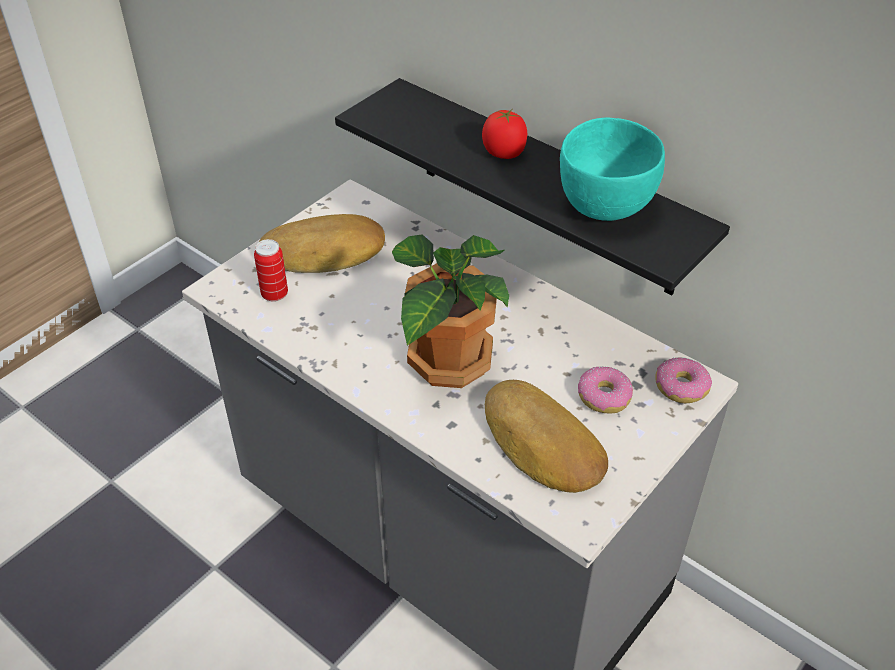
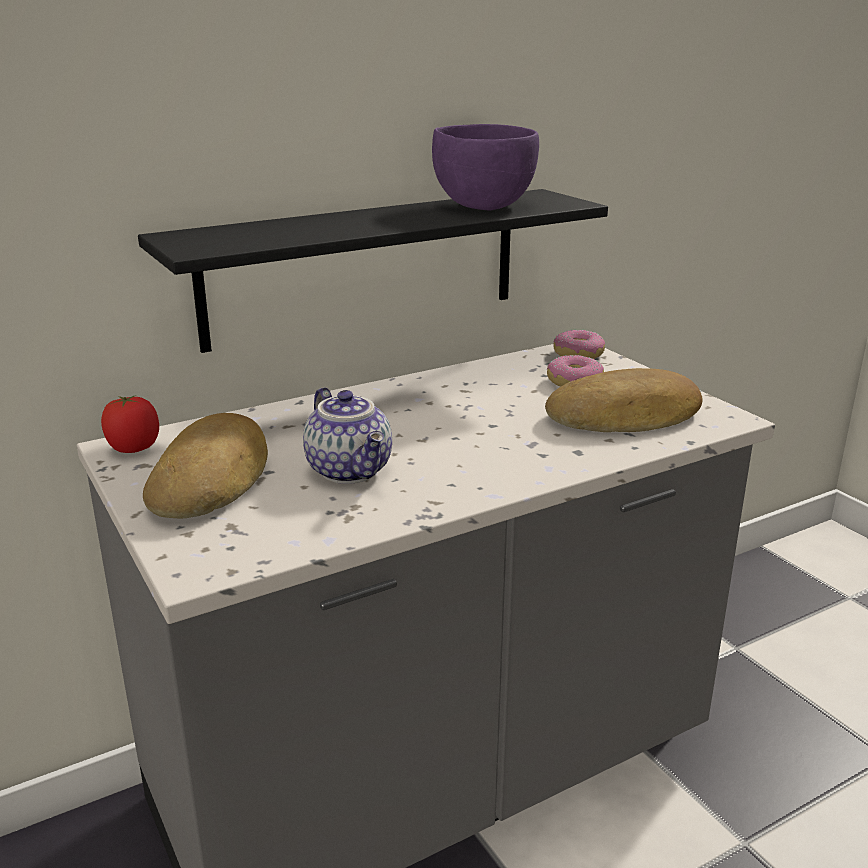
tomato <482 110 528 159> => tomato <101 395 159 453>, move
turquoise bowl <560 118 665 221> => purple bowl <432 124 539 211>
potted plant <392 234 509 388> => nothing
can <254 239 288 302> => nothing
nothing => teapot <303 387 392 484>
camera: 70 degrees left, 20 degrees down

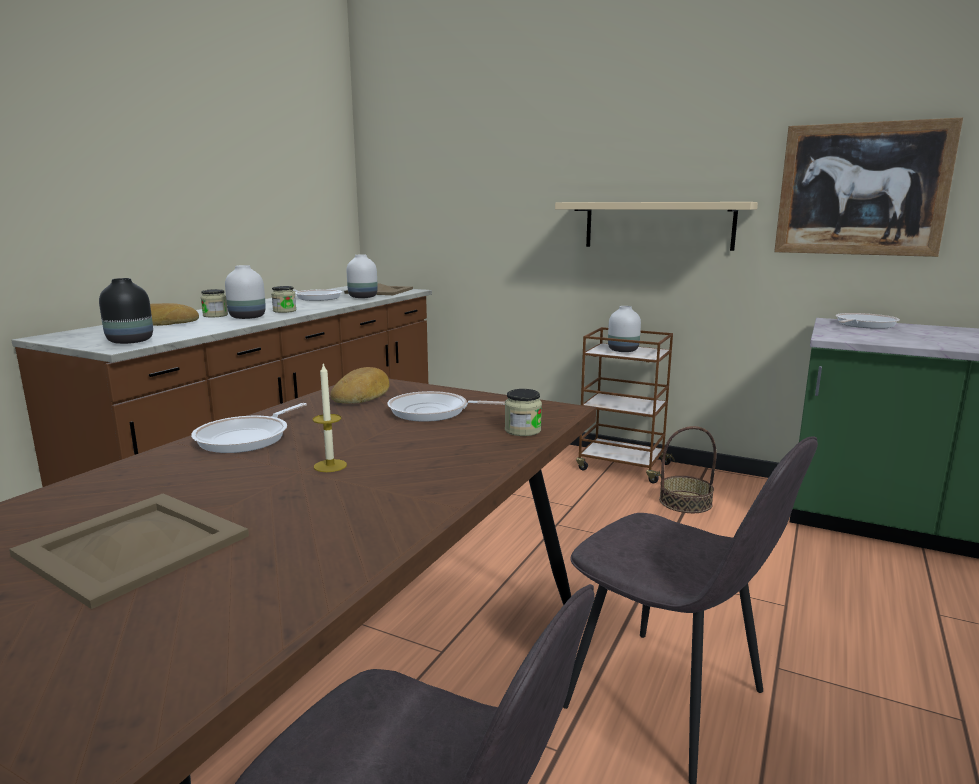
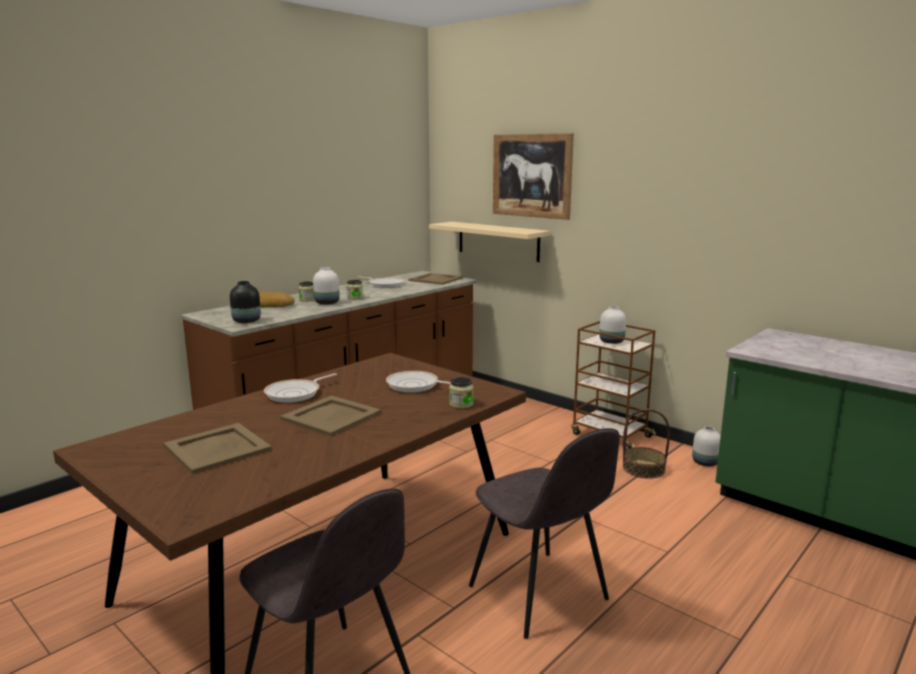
picture <774 117 963 257> => picture <493 133 574 220>, move
beige shelf <555 202 758 251> => beige shelf <429 222 550 262>, move
white vase <347 254 378 298> => white vase <692 426 721 467>, move
frying pan <835 313 900 329> => nothing
candle <313 362 347 472> => beige tray <280 396 381 436>
bread <330 367 390 404> => nothing
camera: 15 degrees right, 0 degrees up

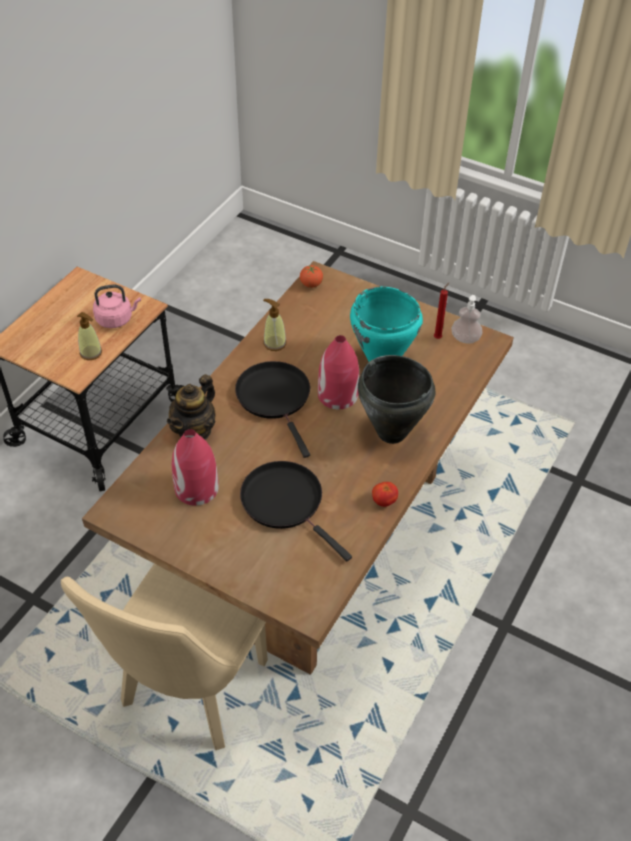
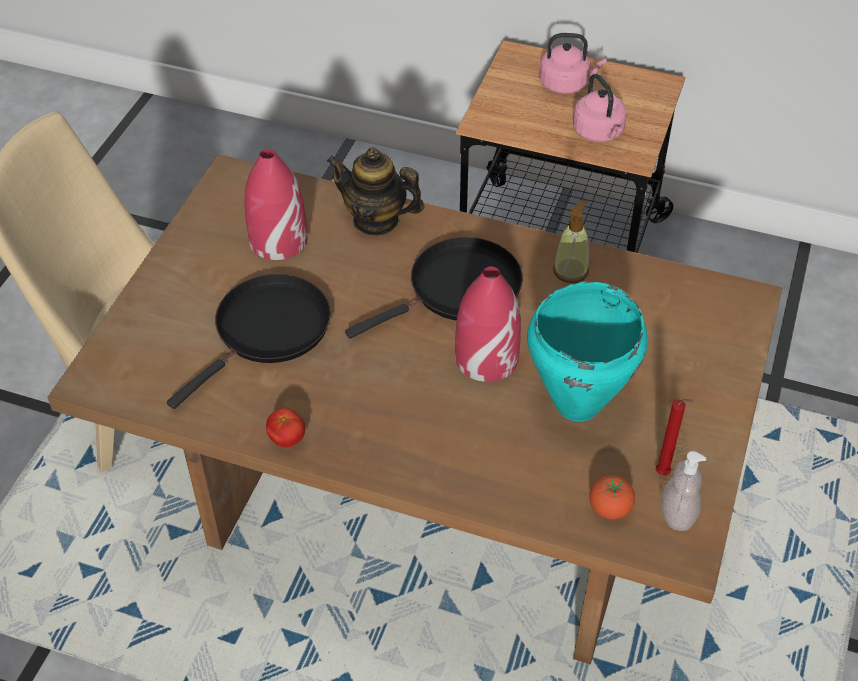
tomato <300 265 323 288> => tomato <589 475 635 520>, move
soap dispenser <77 312 102 360> => nothing
black cooking pot <358 355 435 444> => nothing
nothing => pink kettle <539 33 607 94>
camera: 80 degrees right, 0 degrees up

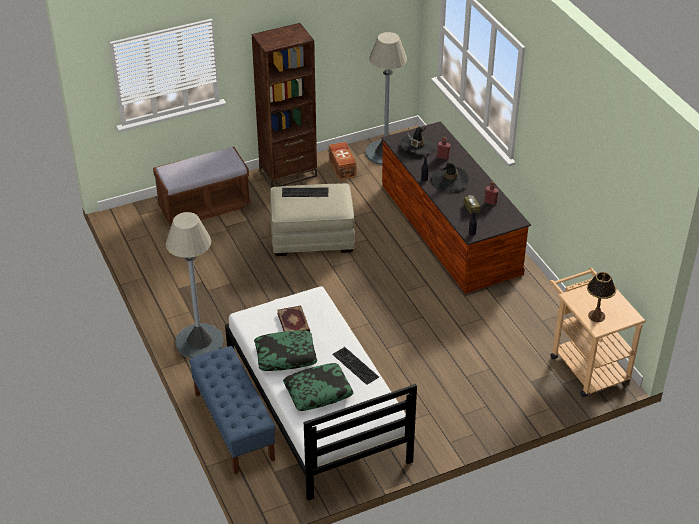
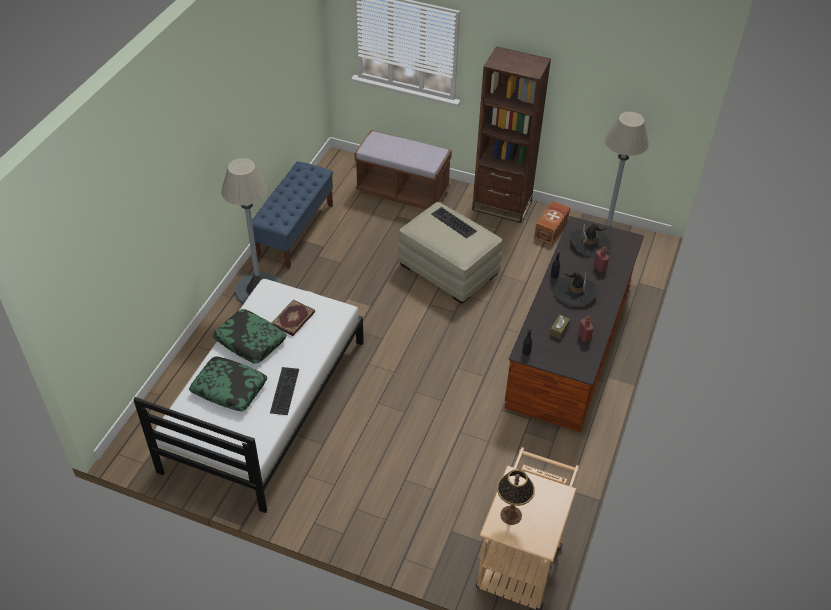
blue bench <189 346 276 474> => blue bench <252 161 333 268>, move
camera: 45 degrees right, 5 degrees up

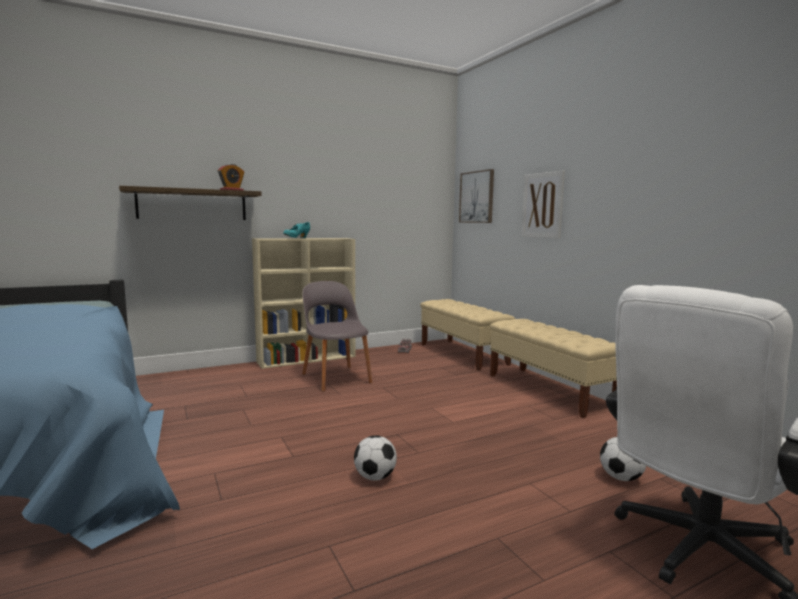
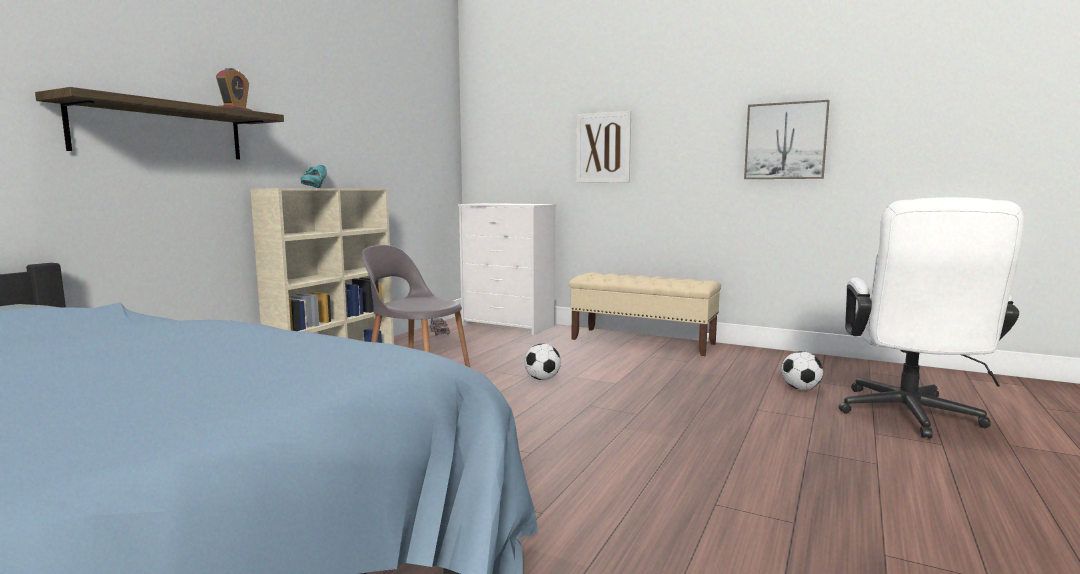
picture <459 169 494 223> => picture <744 100 830 179>, move
beige bench <420 299 516 371> => white dresser <458 203 556 335>
football <354 435 397 481> => football <524 343 561 380>, move
camera: 35 degrees left, 0 degrees up

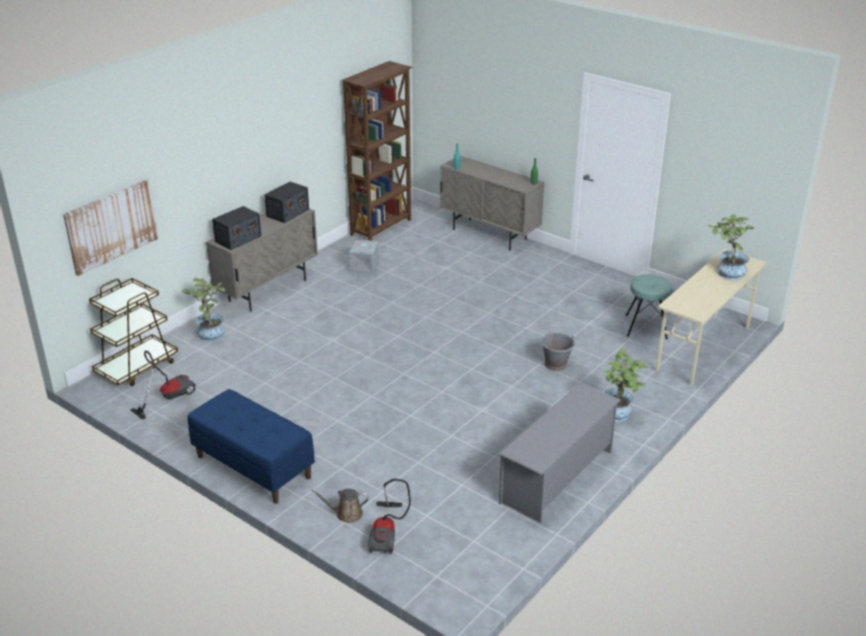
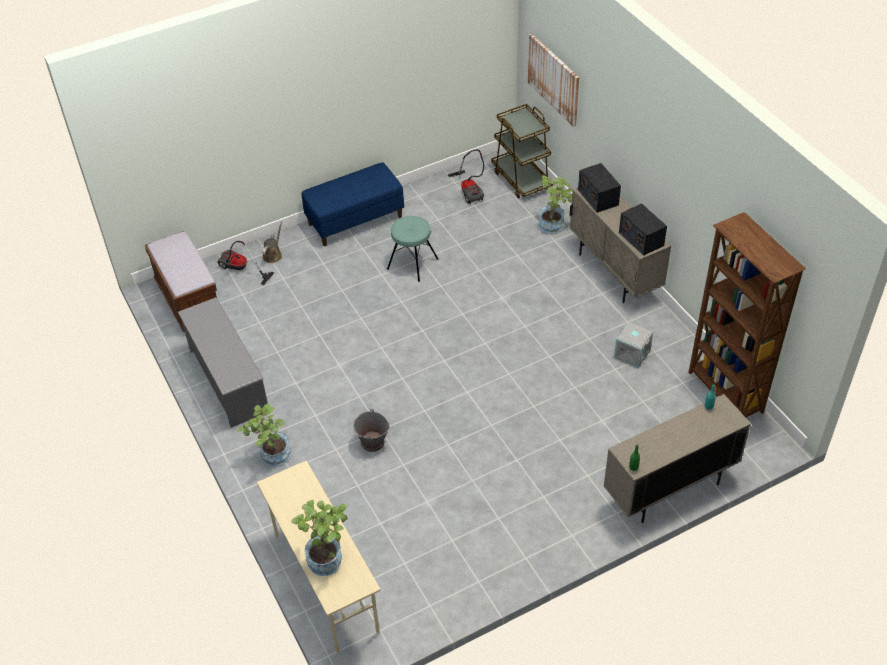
turquoise stool <625 274 672 339> => turquoise stool <387 216 438 282>, move
nothing => brown bench <145 231 217 332>
camera: 115 degrees right, 15 degrees up

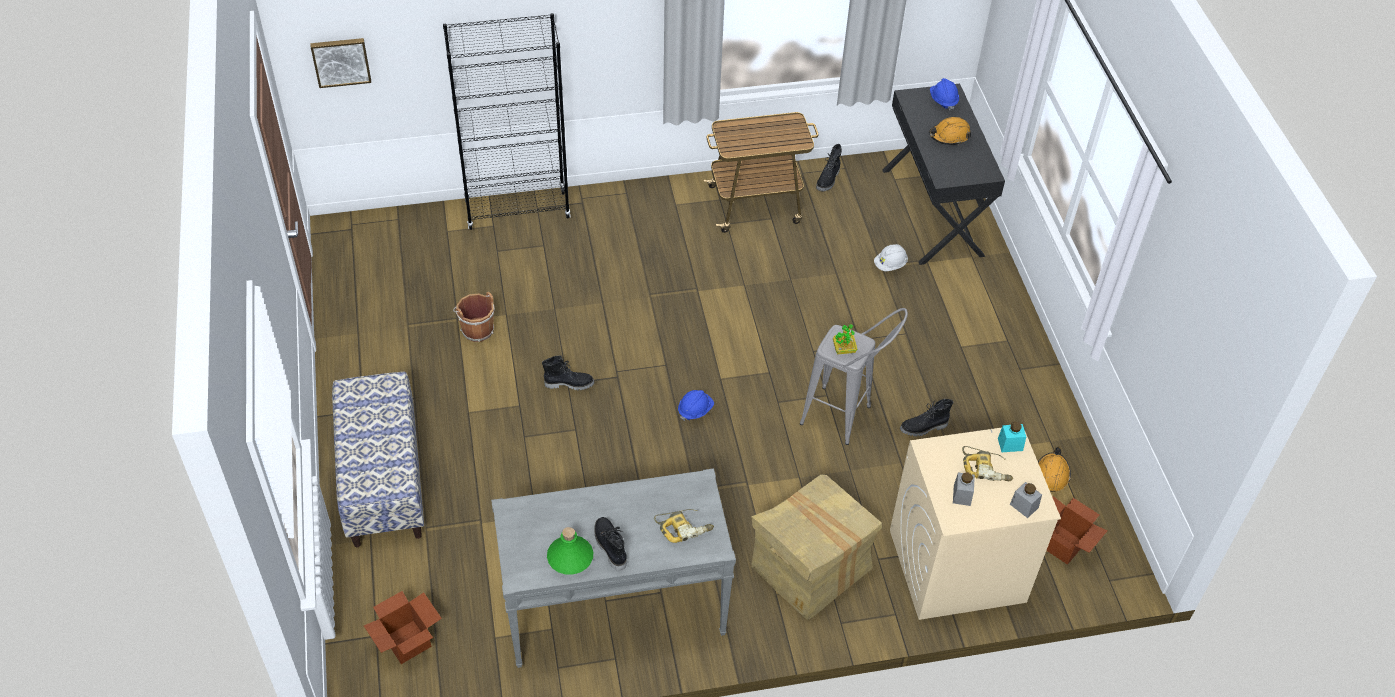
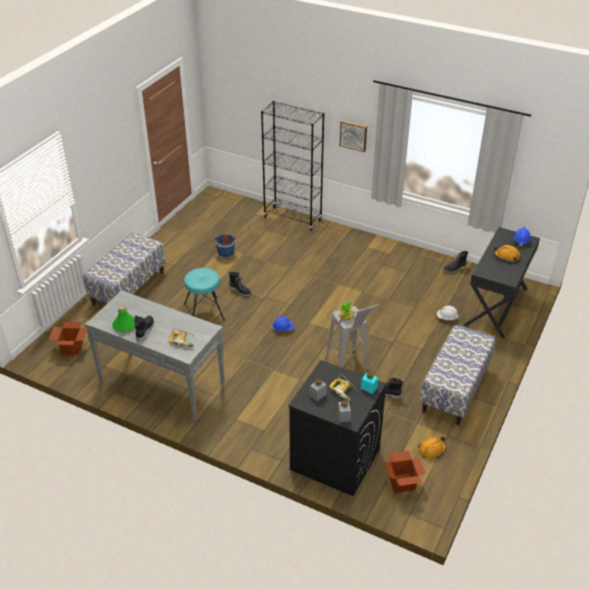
picture <310 38 371 88> => picture <340 120 367 152>, move
cart <704 112 819 233> => nothing
brown bucket <453 292 494 342> => blue bucket <214 234 236 259>
beige washing machine <890 427 1061 620> => black washing machine <288 360 386 496>
cardboard box <751 474 882 620> => nothing
nothing => turquoise stool <184 268 225 321>
nothing => bench <420 324 496 425>
camera: 40 degrees right, 10 degrees down

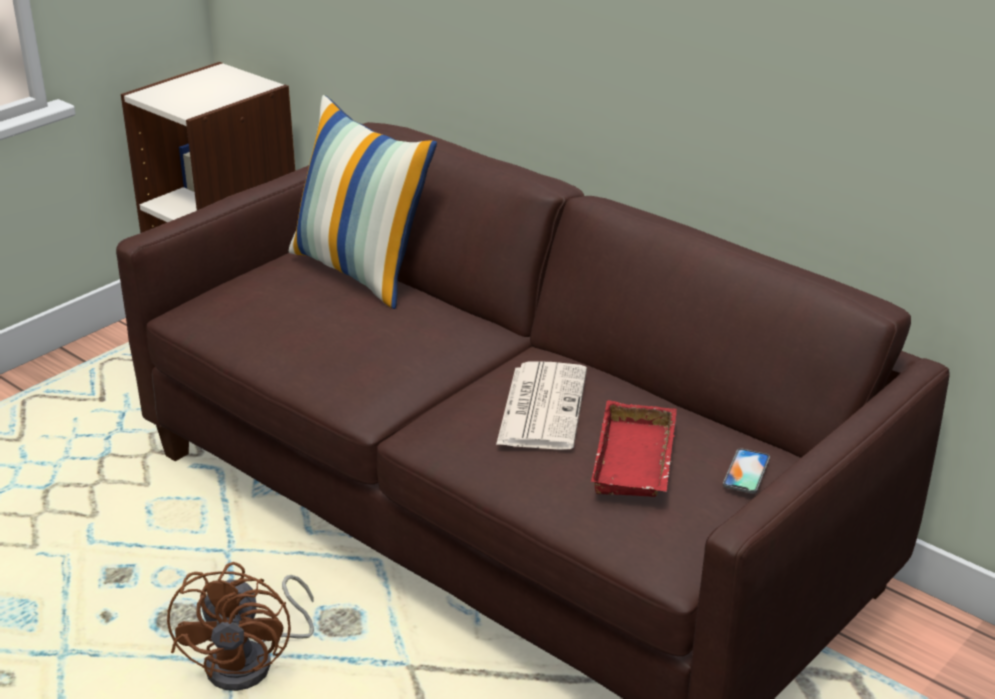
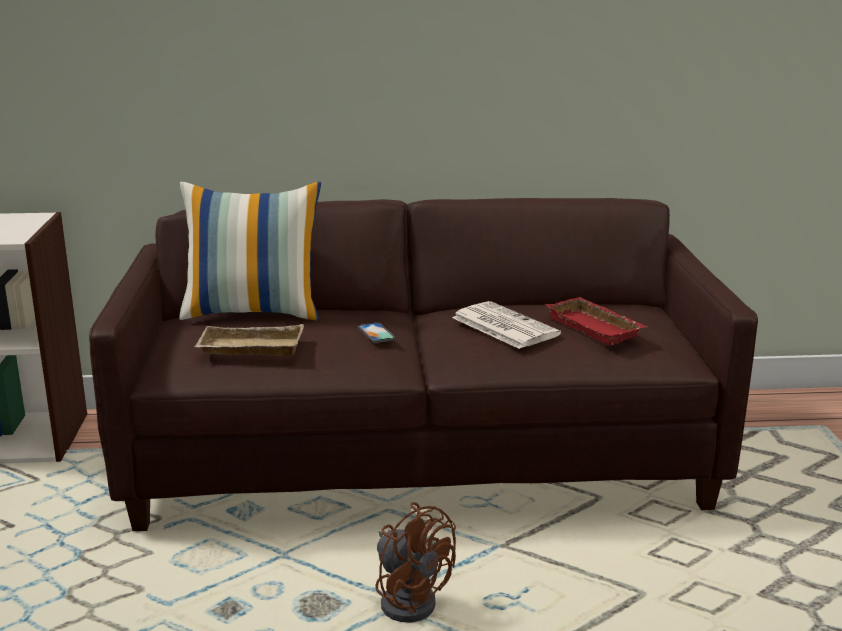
phone <723 448 770 494> => phone <358 322 395 343>, move
nothing => beige tray <195 324 304 356>
camera: 45 degrees left, 10 degrees down

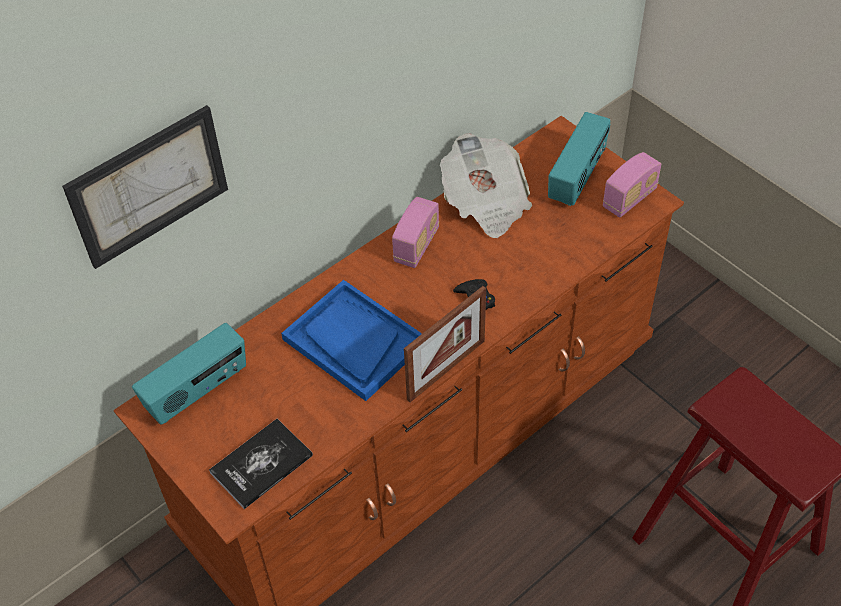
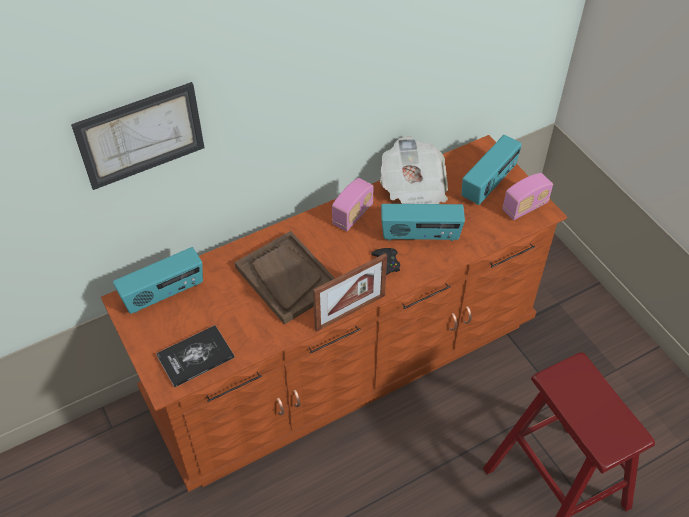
blue tray <281 280 422 401> => brown tray <235 231 335 325>
nothing => radio <381 204 465 241>
camera: 10 degrees right, 0 degrees up

